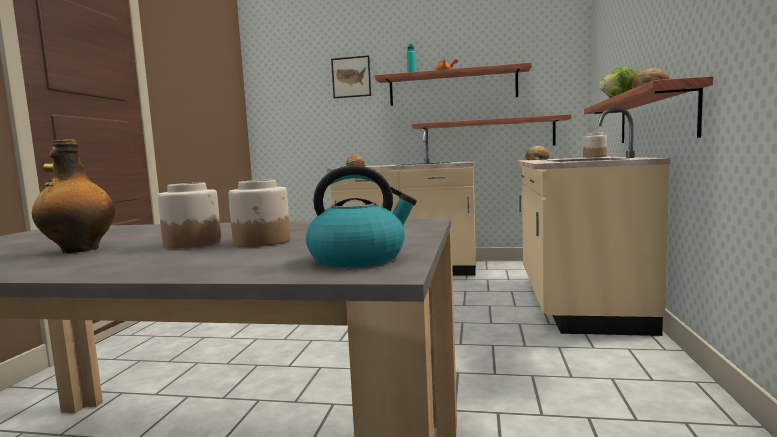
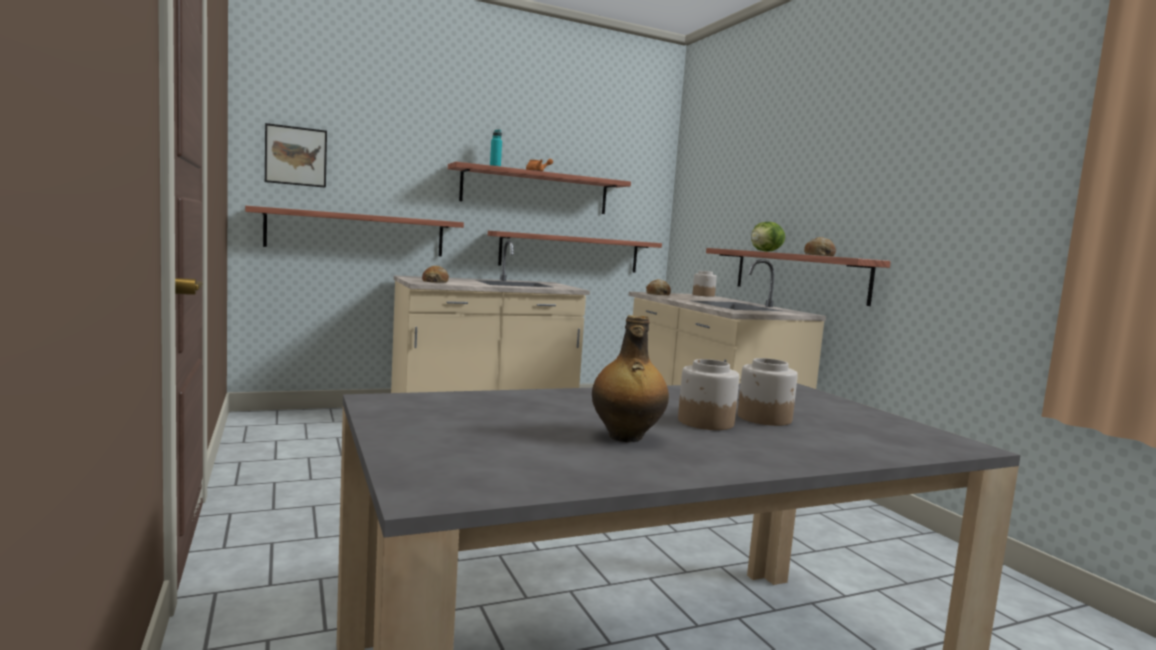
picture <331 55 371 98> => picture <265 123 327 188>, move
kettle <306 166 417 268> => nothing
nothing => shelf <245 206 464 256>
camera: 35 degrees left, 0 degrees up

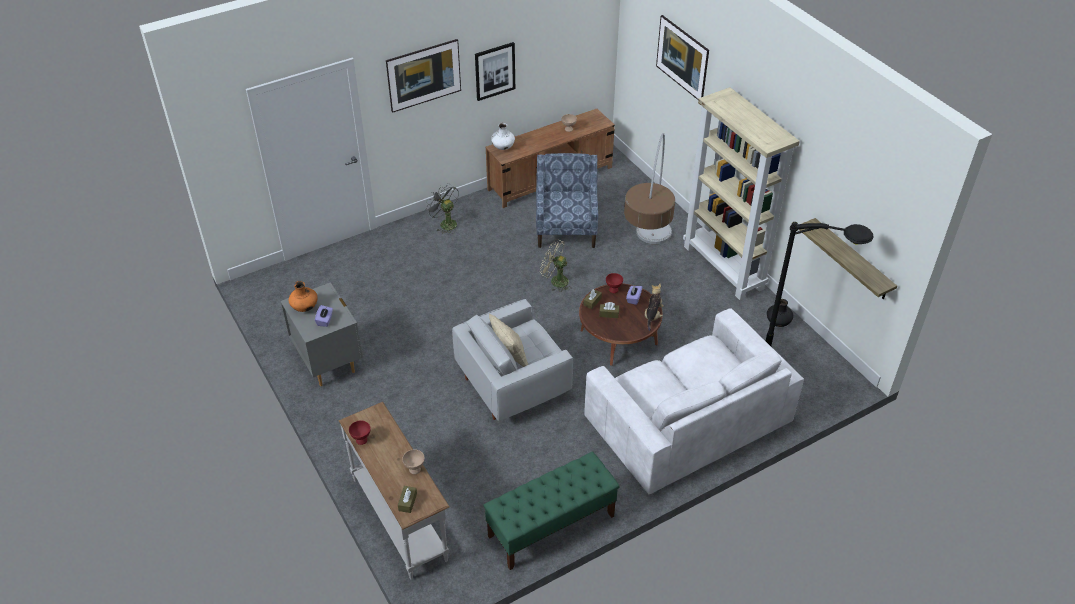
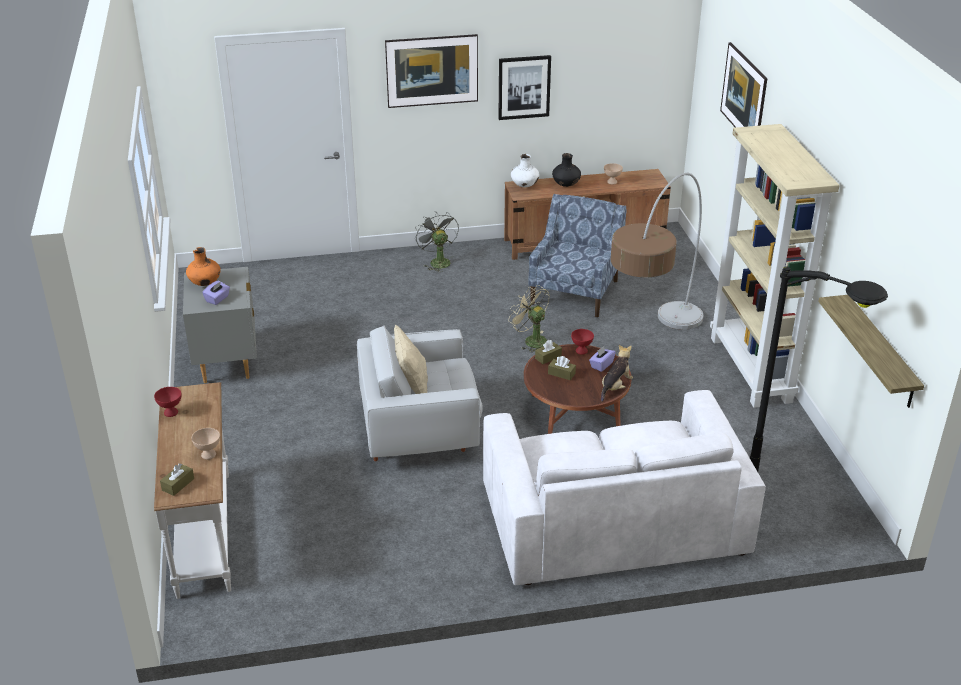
black vase <767 299 793 327> => black vase <552 153 581 187>, move
green bench <483 452 620 570> => nothing
camera: 20 degrees right, 10 degrees down

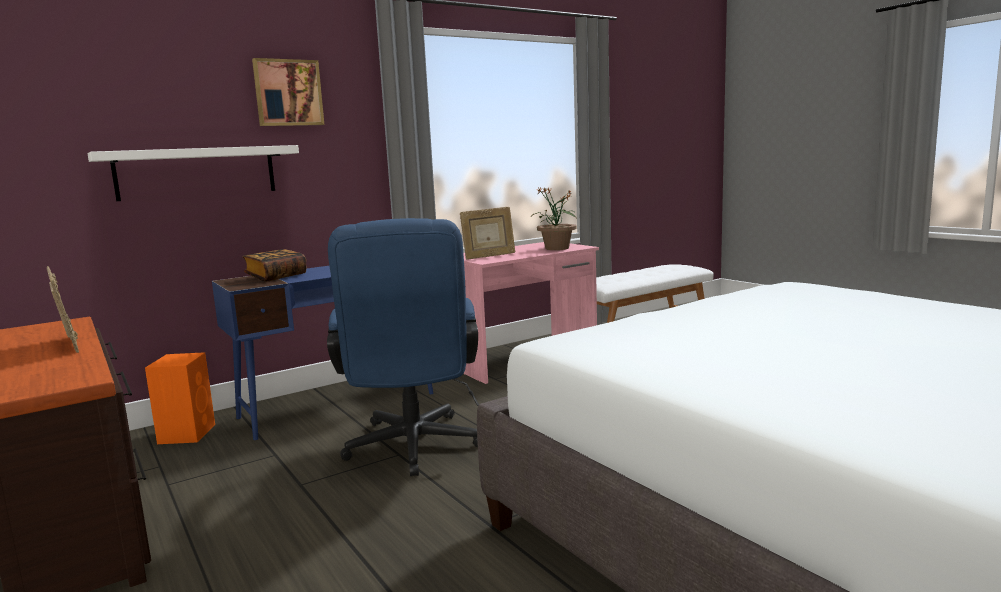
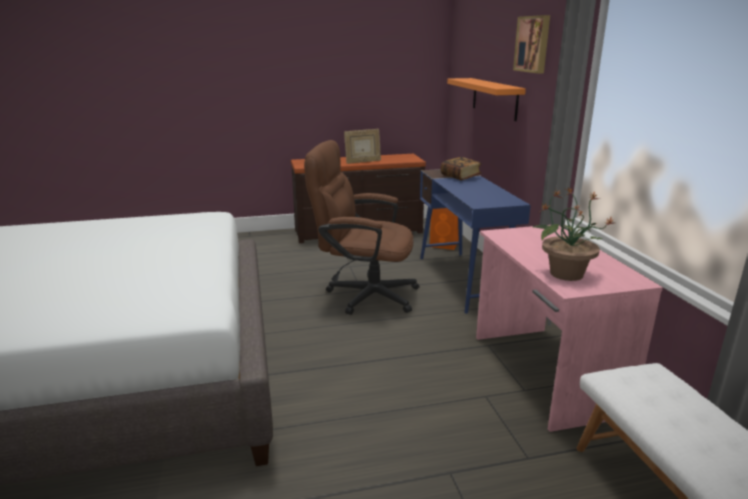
white shelf <87 145 299 201> => orange shelf <447 78 526 121>
picture frame <460 207 515 259> => nothing
blue office chair <327 218 479 476> => brown office chair <304 140 420 315>
camera: 110 degrees right, 10 degrees up

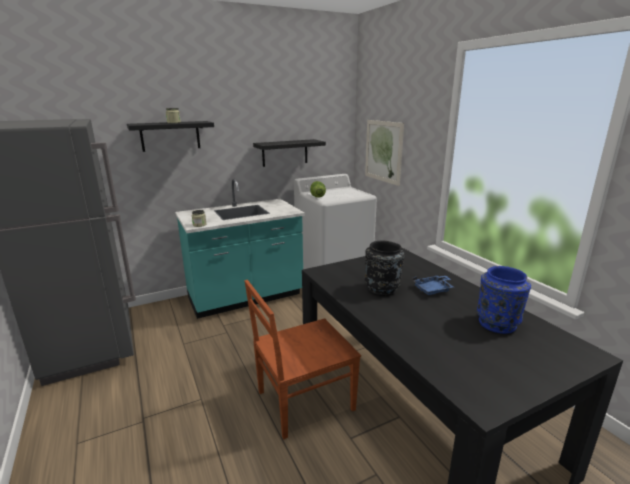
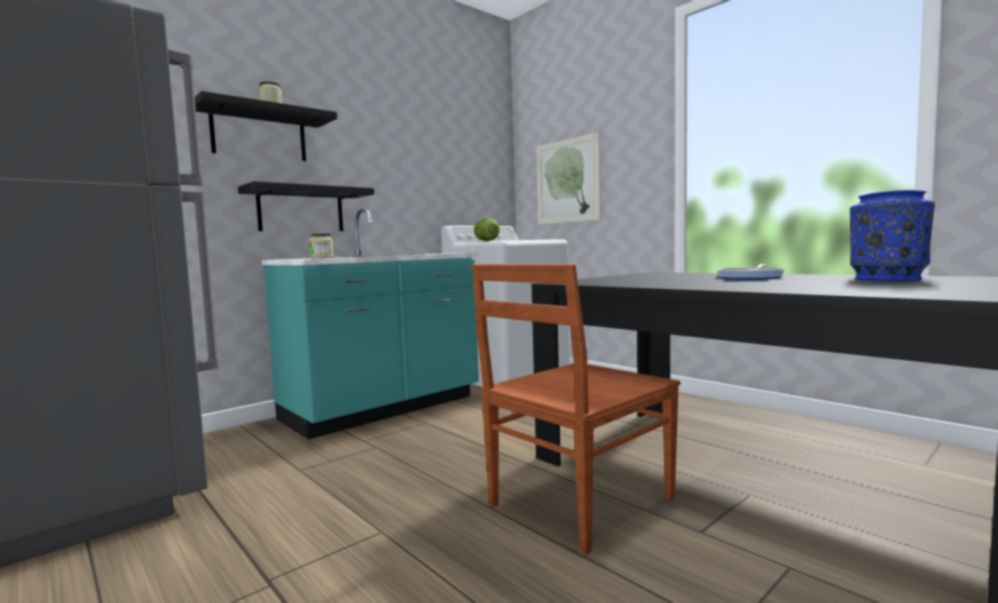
black shelf <253 139 326 167> => black shelf <238 181 374 231>, move
black vase <365 241 405 296> => nothing
blue tray <412 276 454 295> => frying pan <717 264 785 280>
camera: 15 degrees left, 15 degrees down

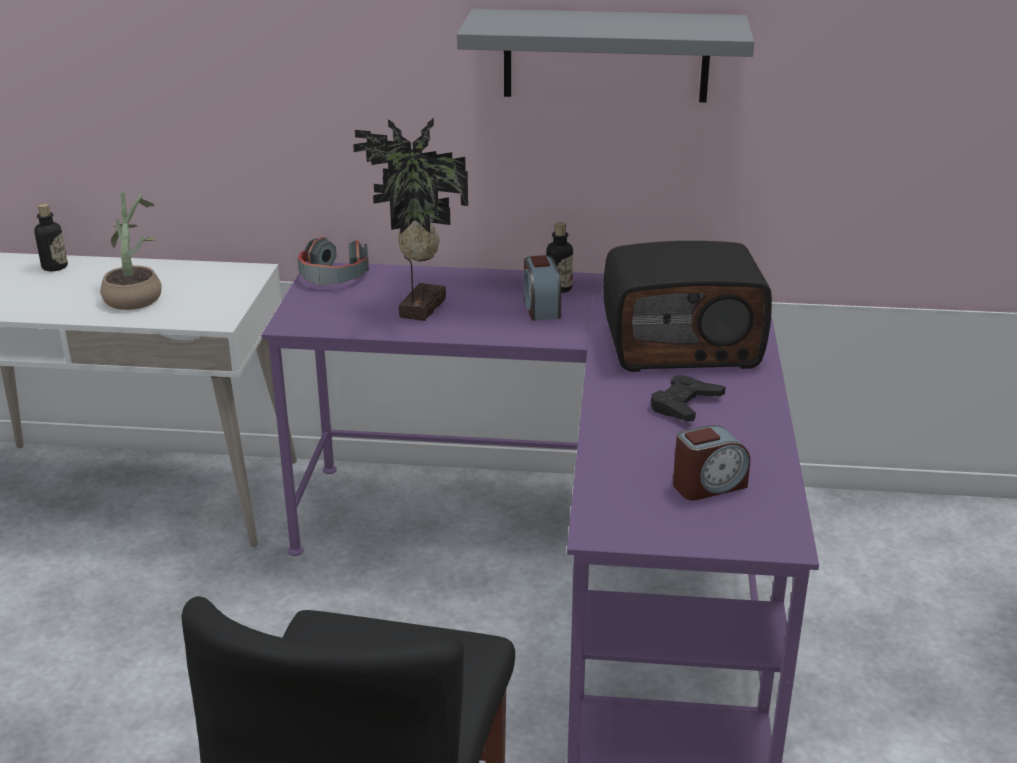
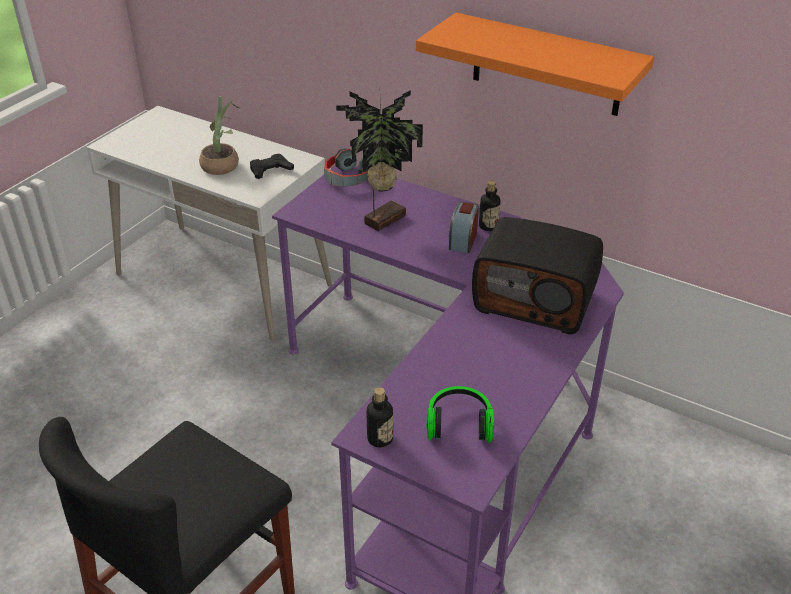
grey shelf <457 9 754 102> => orange shelf <416 13 654 116>
bottle <34 204 68 271> => bottle <367 387 393 447>, move
black game controller <651 375 726 421> => black game controller <250 154 294 179>, move
alarm clock <673 425 750 501> => headphones <426 386 494 443>
camera: 25 degrees right, 10 degrees up

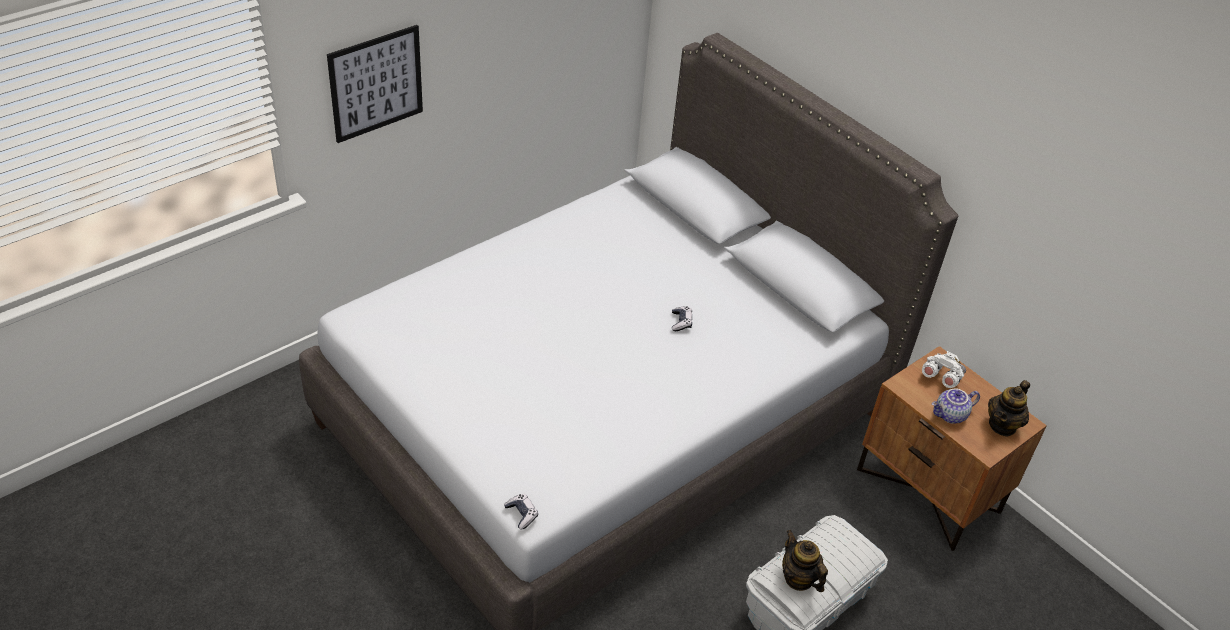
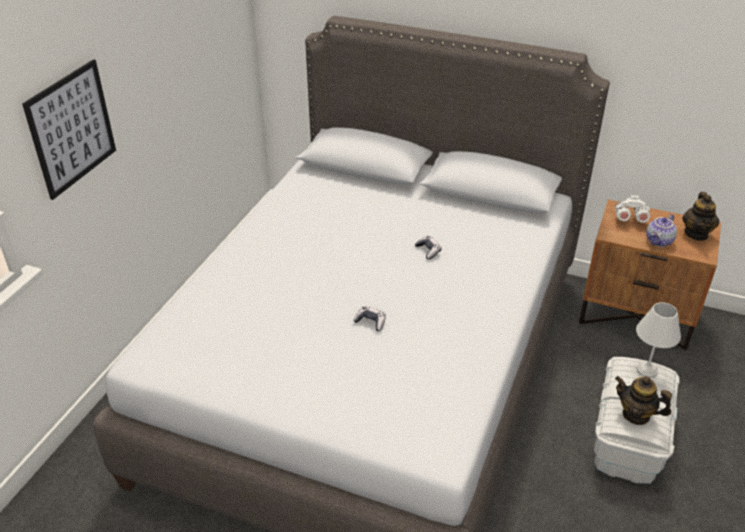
game controller <504 494 538 530> => game controller <353 306 386 331>, move
nothing => white table lamp <636 302 681 378>
camera: 25 degrees left, 5 degrees down

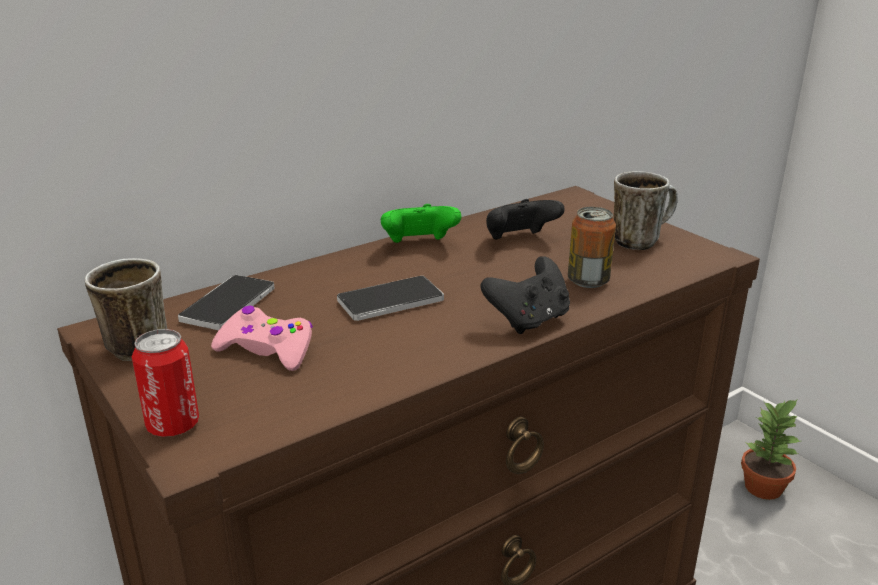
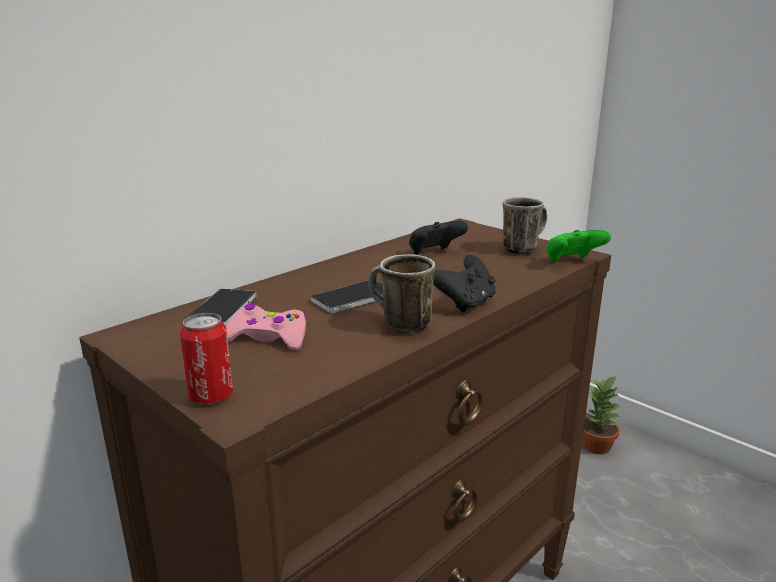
green game controller <381 204 461 243> => green game controller <546 230 611 262>, move
can <568 207 616 288> => nothing
mug <85 258 167 361> => mug <368 254 435 334>, move
camera: 10 degrees left, 5 degrees down

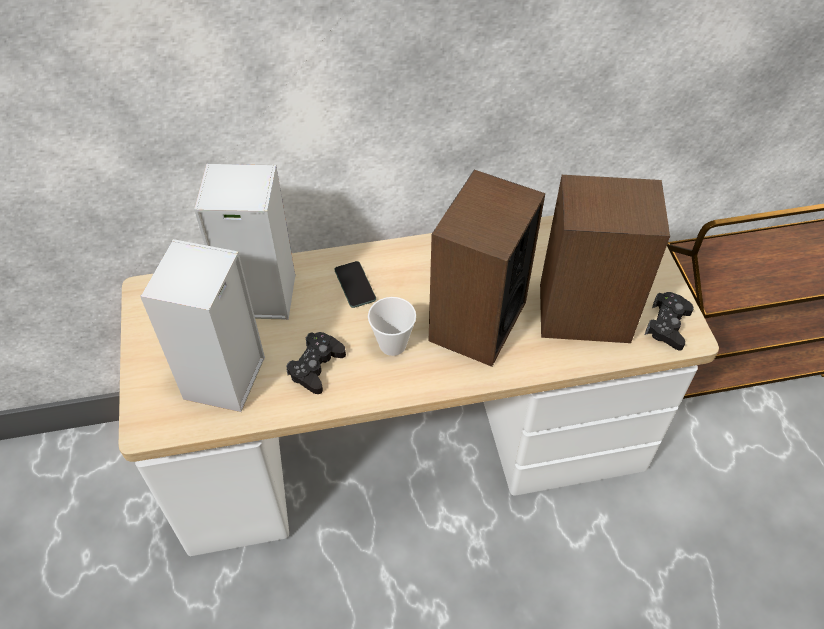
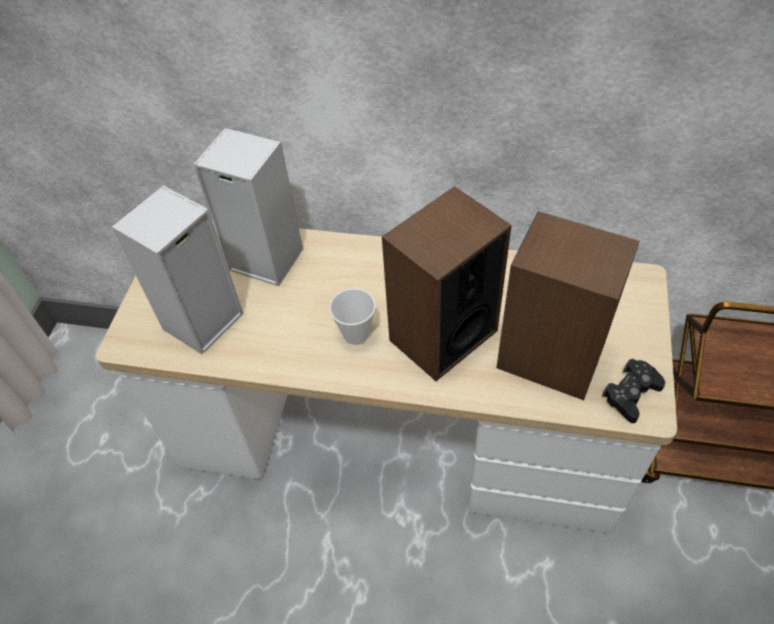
phone <334 261 376 308> => nothing
black game controller <286 332 346 394> => nothing
camera: 25 degrees right, 0 degrees up

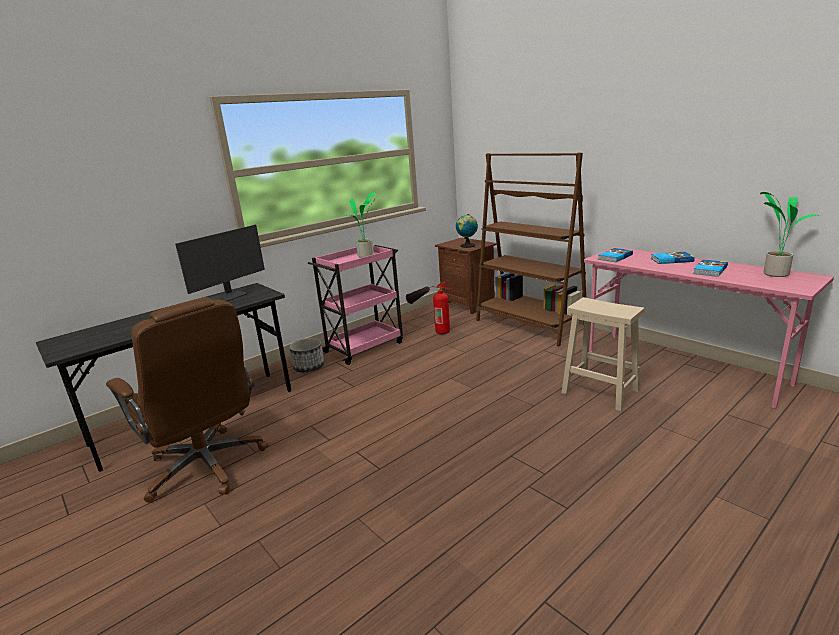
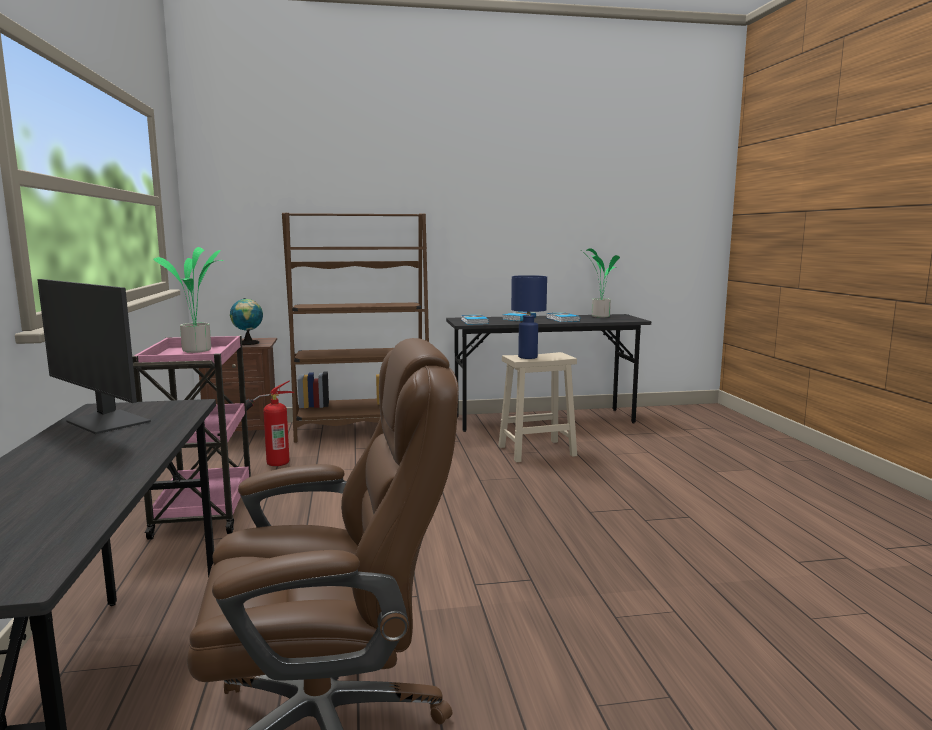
monitor <175 225 265 302> => monitor <37 279 151 434>, 150 degrees clockwise
pink desk <584 247 834 408> => grey desk <446 314 651 432>
planter <289 338 324 372> => nothing
nothing => blue table lamp <511 275 547 359>
camera: 60 degrees left, 10 degrees down

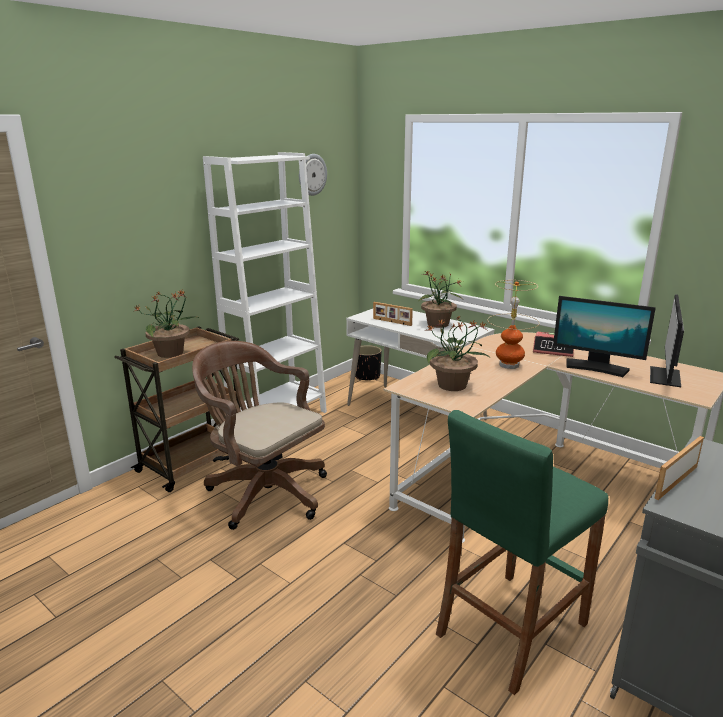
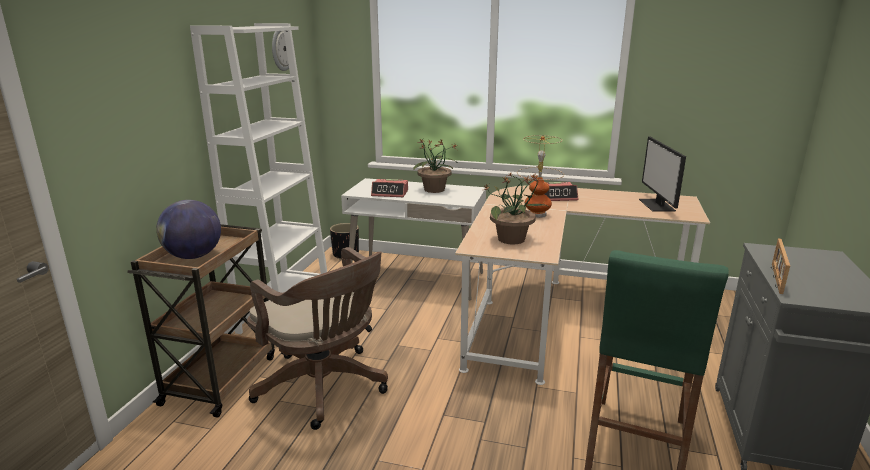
potted plant <133 290 199 358> => globe <156 200 221 259>
monitor <553 296 656 377> => nothing
picture frame <373 302 413 326> => alarm clock <371 179 408 197>
brown office chair <192 341 327 530> => brown office chair <247 247 388 430>, 150 degrees counterclockwise
camera: 25 degrees left, 0 degrees up

